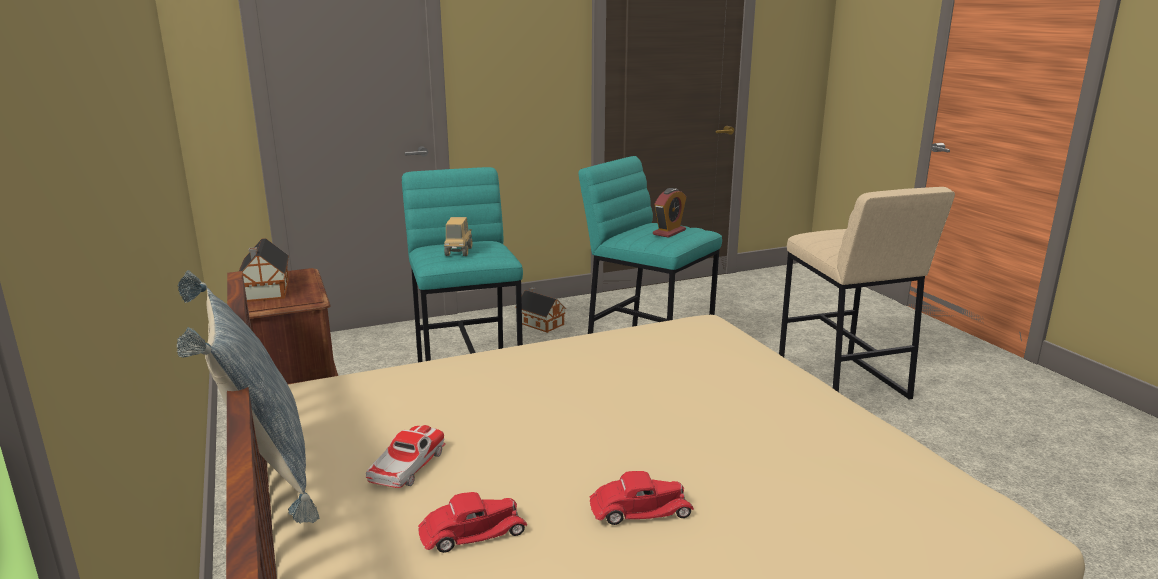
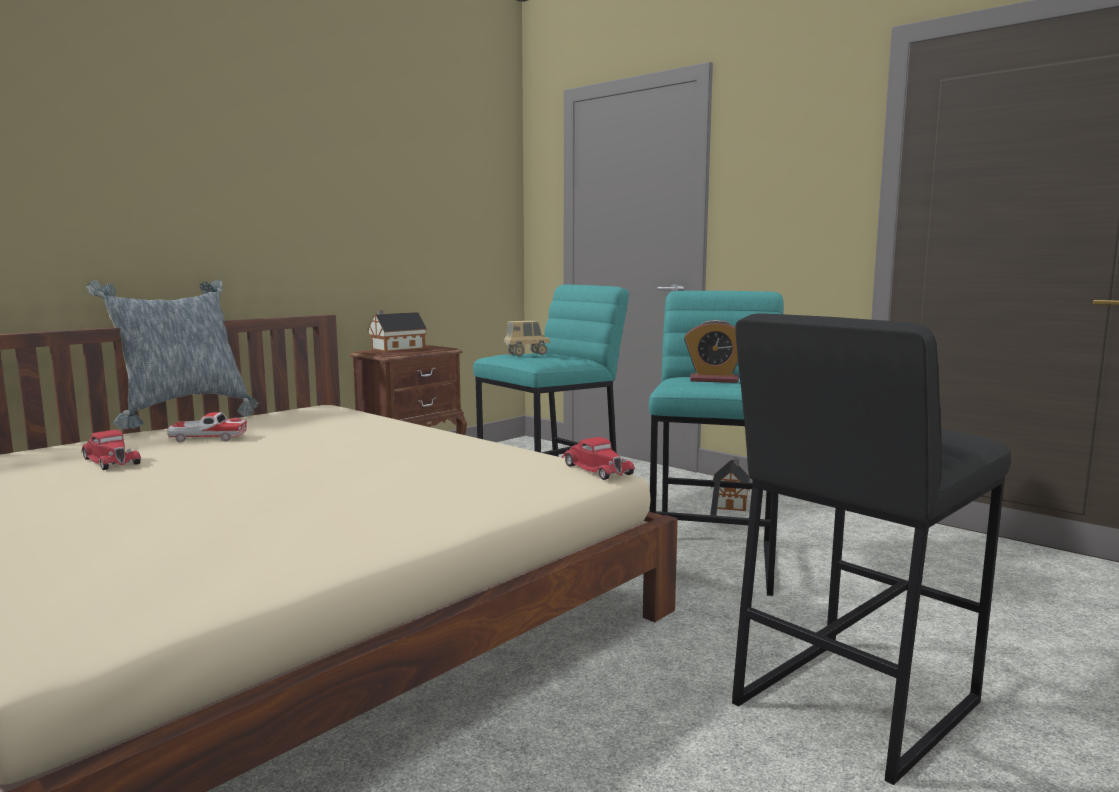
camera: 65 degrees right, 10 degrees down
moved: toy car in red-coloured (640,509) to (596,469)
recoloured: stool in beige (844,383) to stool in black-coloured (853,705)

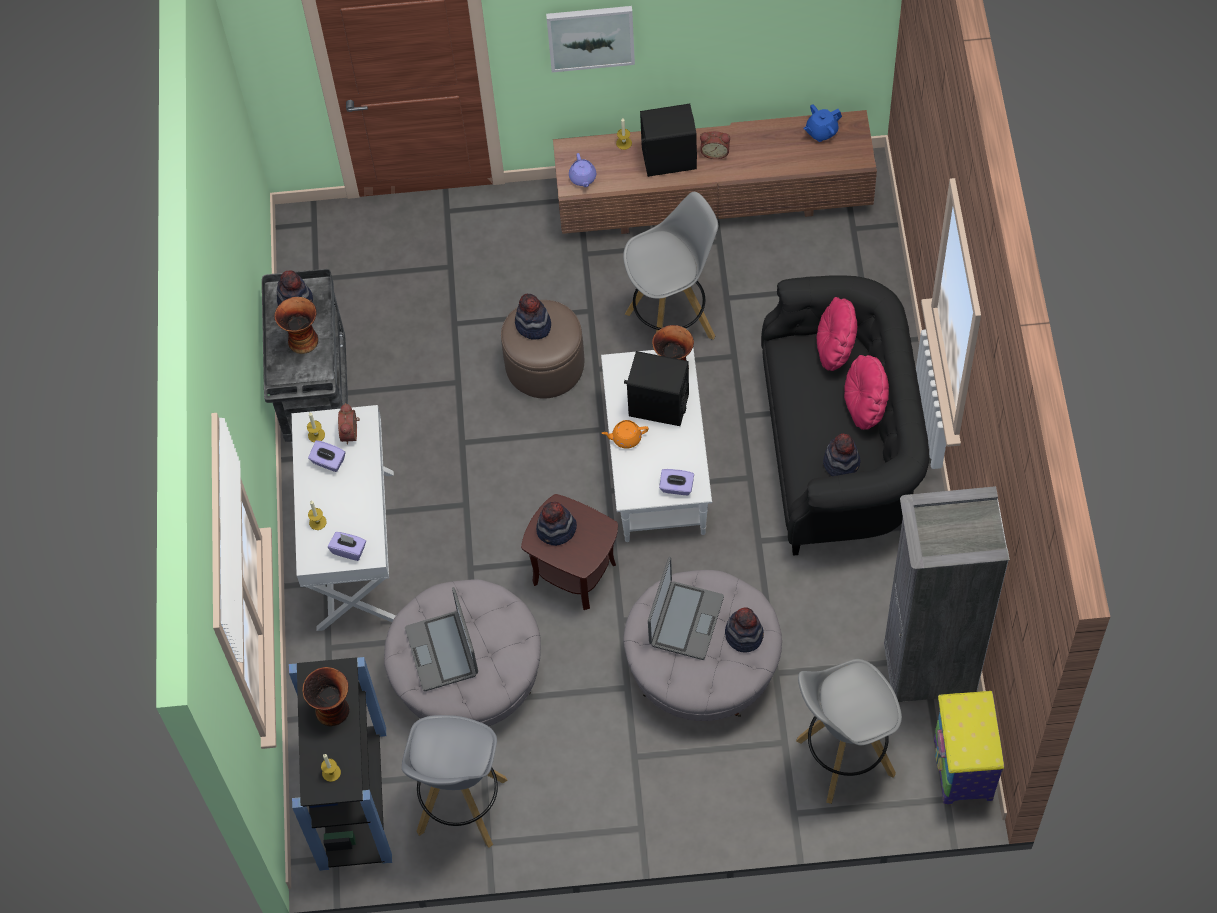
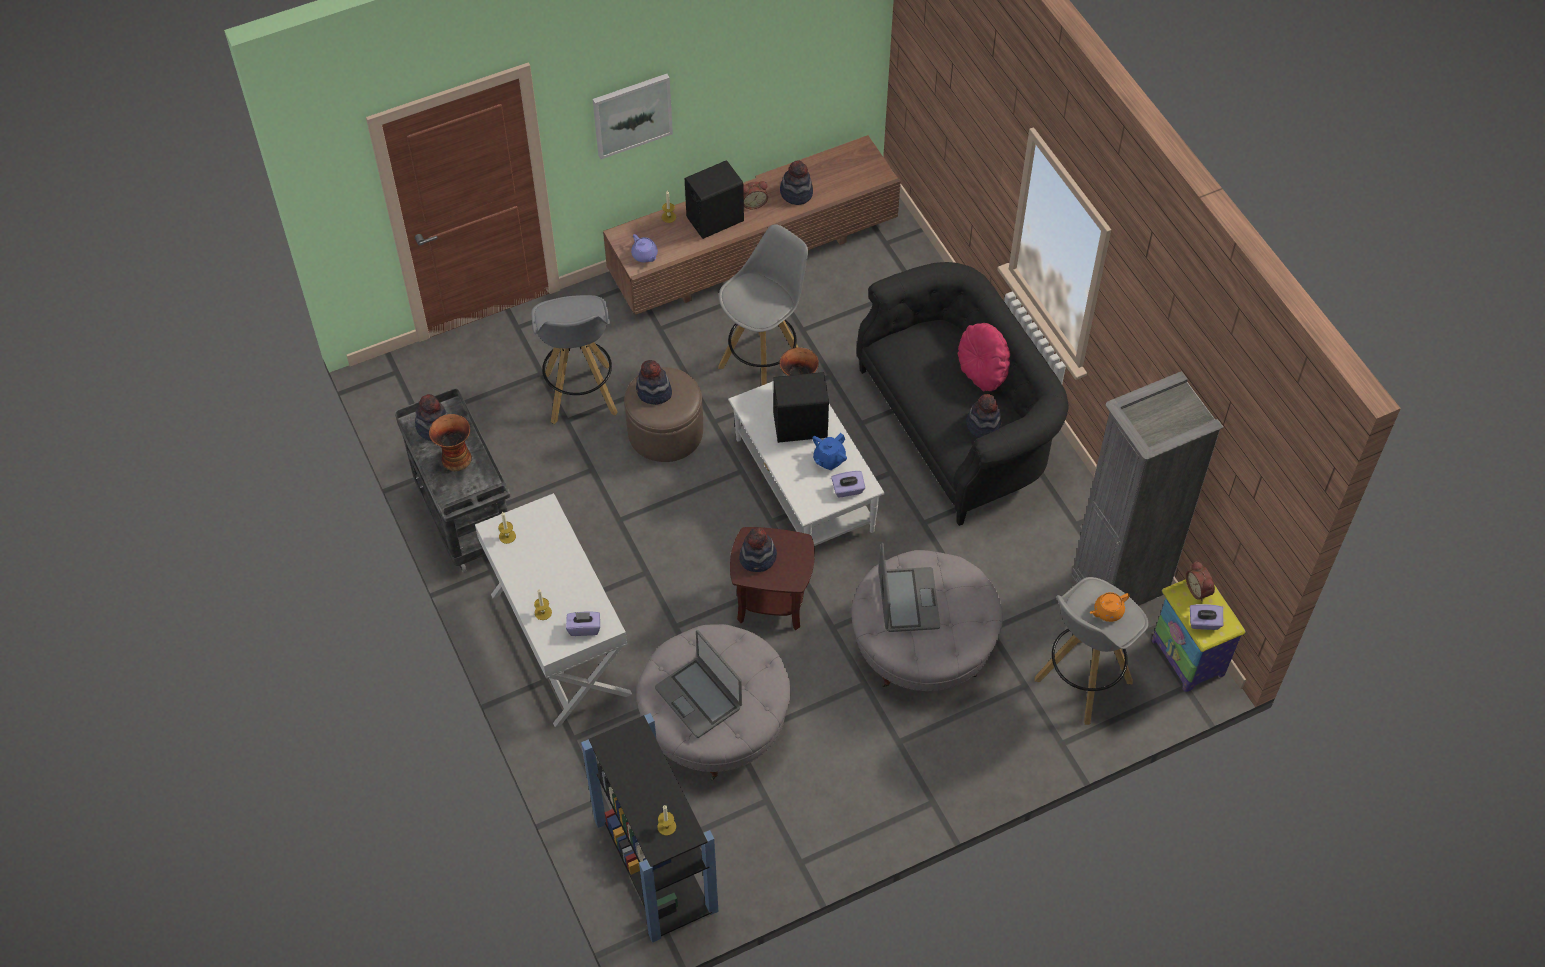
camera: 25 degrees left, 5 degrees down
removed: decorative vase (333,709); cushion in pinkish (835,350)
moved: stool in greyish (460,808) to (580,395); clothing hat (744,634) to (796,193); teapot in bluish (821,132) to (829,460); teapot in orange (626,438) to (1107,611); bedside clock (351,433) to (1199,590); tissue box in purple (328,462) to (1204,623)

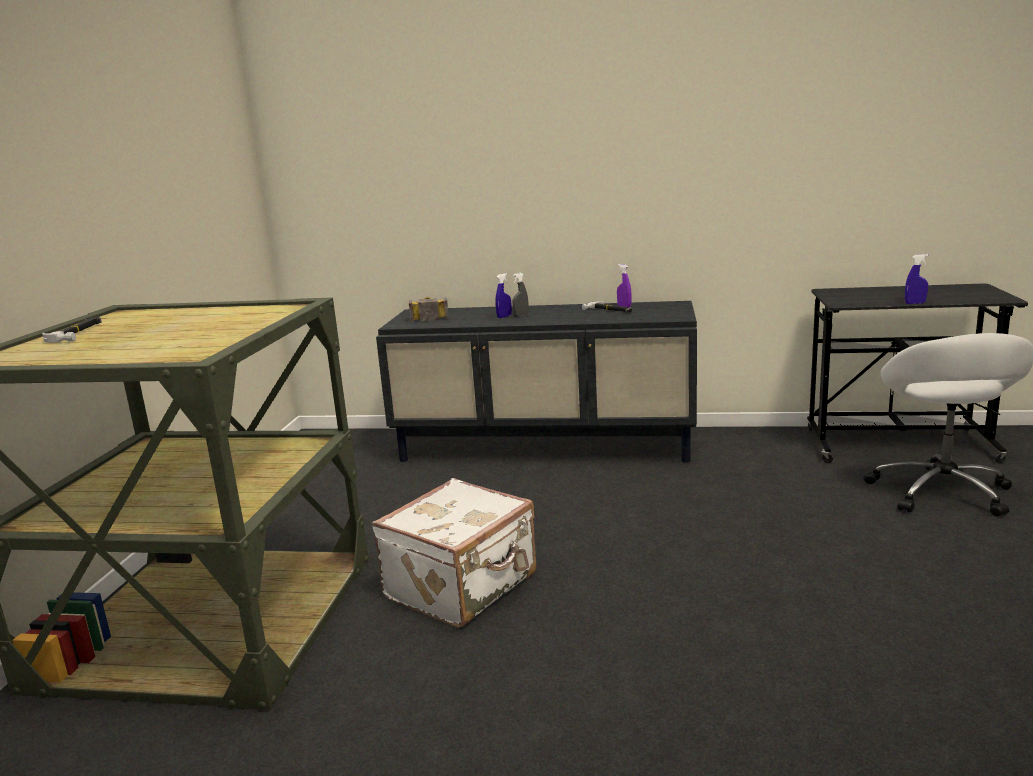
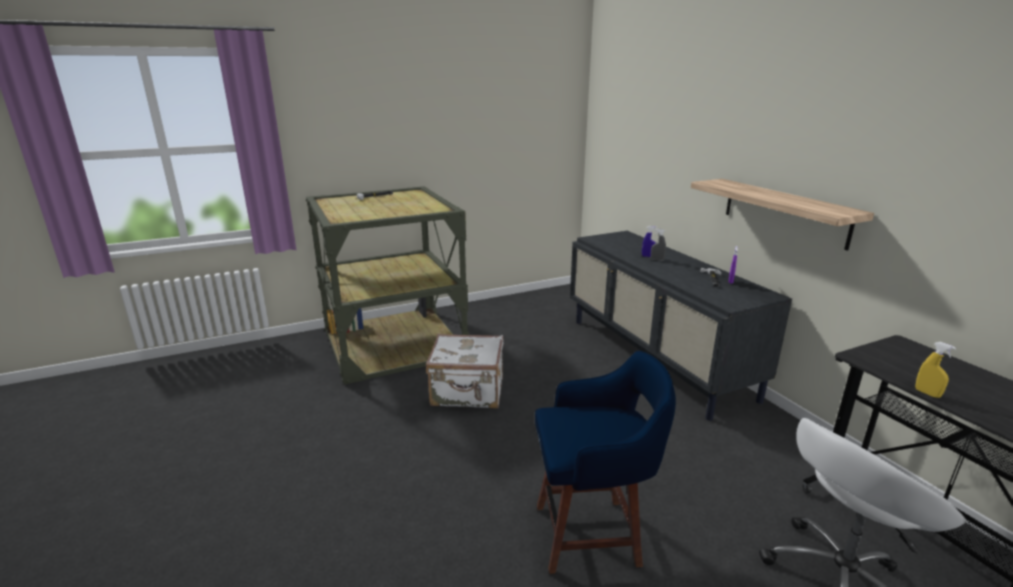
camera: 55 degrees right, 5 degrees up
removed: tool hammer (429,314)
added: stool in bluish (592,535); shelf (784,212)
recoloured: sprayer in bluish (915,303) to sprayer in yellow-coloured (927,393)

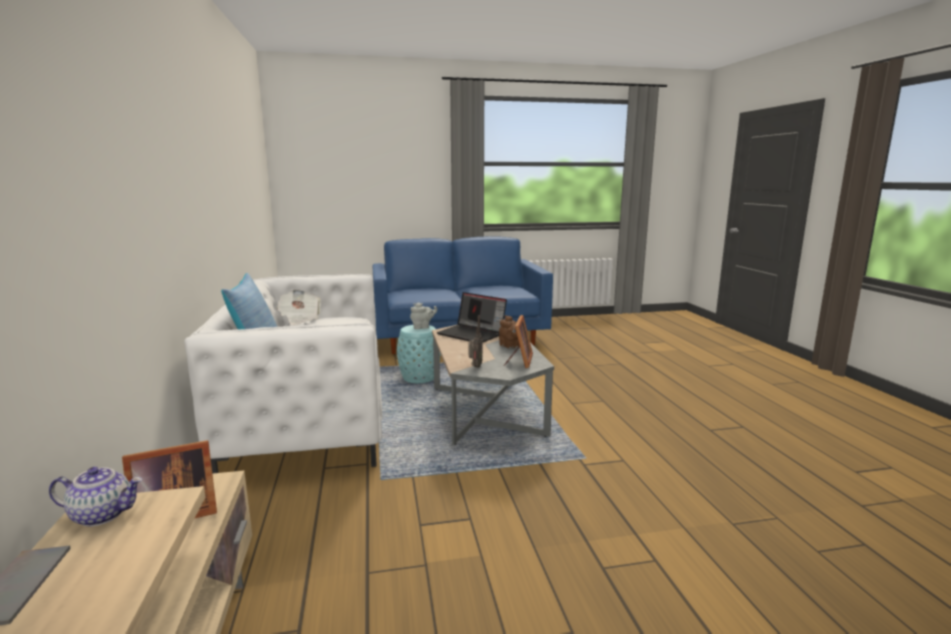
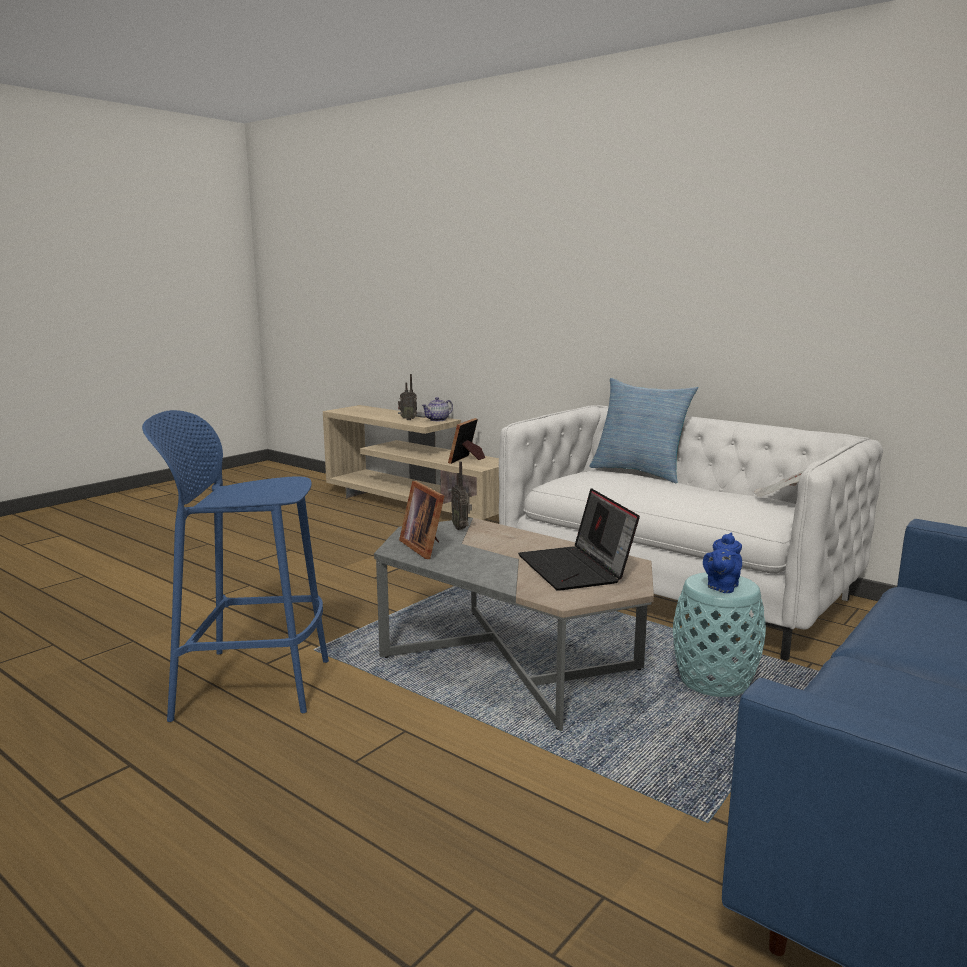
camera: 140 degrees right, 0 degrees up
removed: teapot in brown-coloured (510,346)
added: stool in bluish (251,685); radio receiver (408,419)
recoloured: teapot in greyish (422,327) to teapot in bluish (721,587)
turned: notebook computer (472,334) = (576,569) 105 degrees counterclockwise

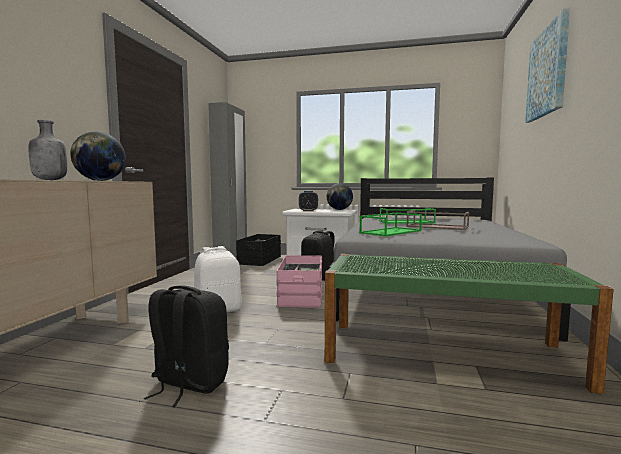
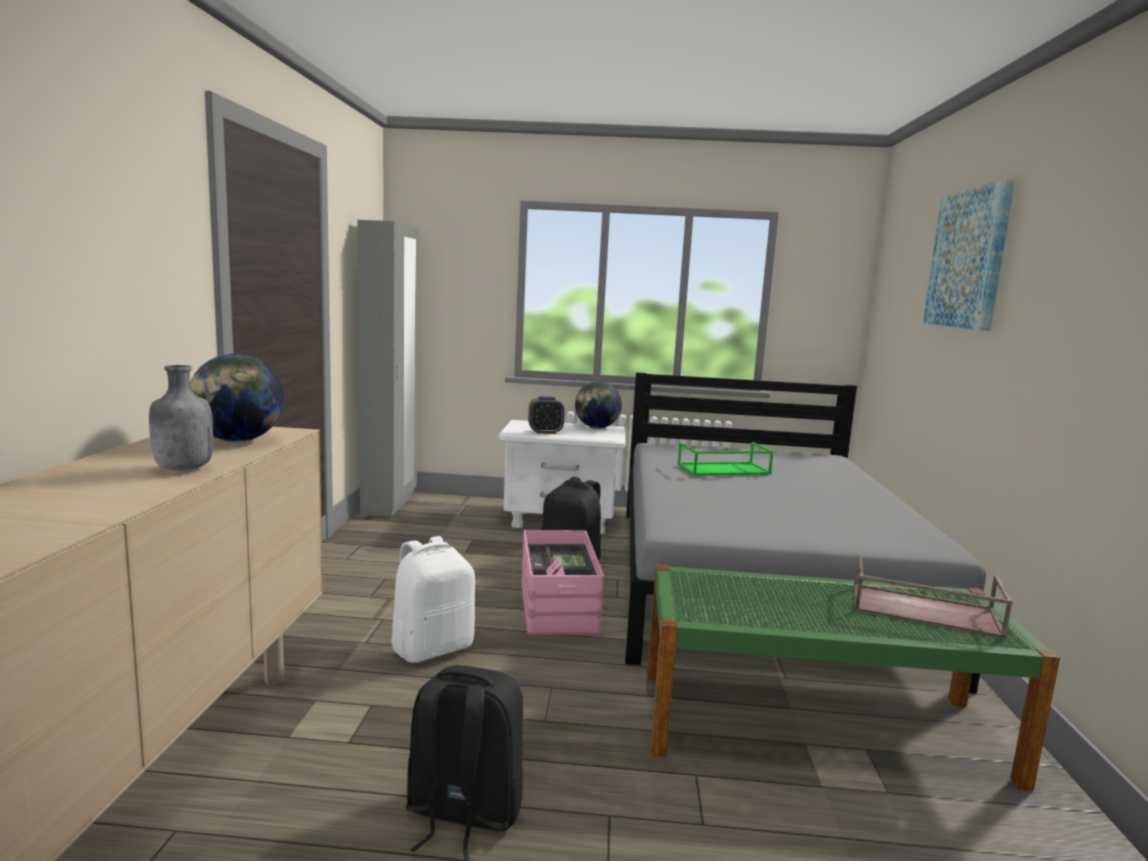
camera: 10 degrees left, 5 degrees up
removed: storage container in black-coloured (260,260); serving tray in green (390,231)
moved: serving tray in brown-coloured (436,227) to (922,610)

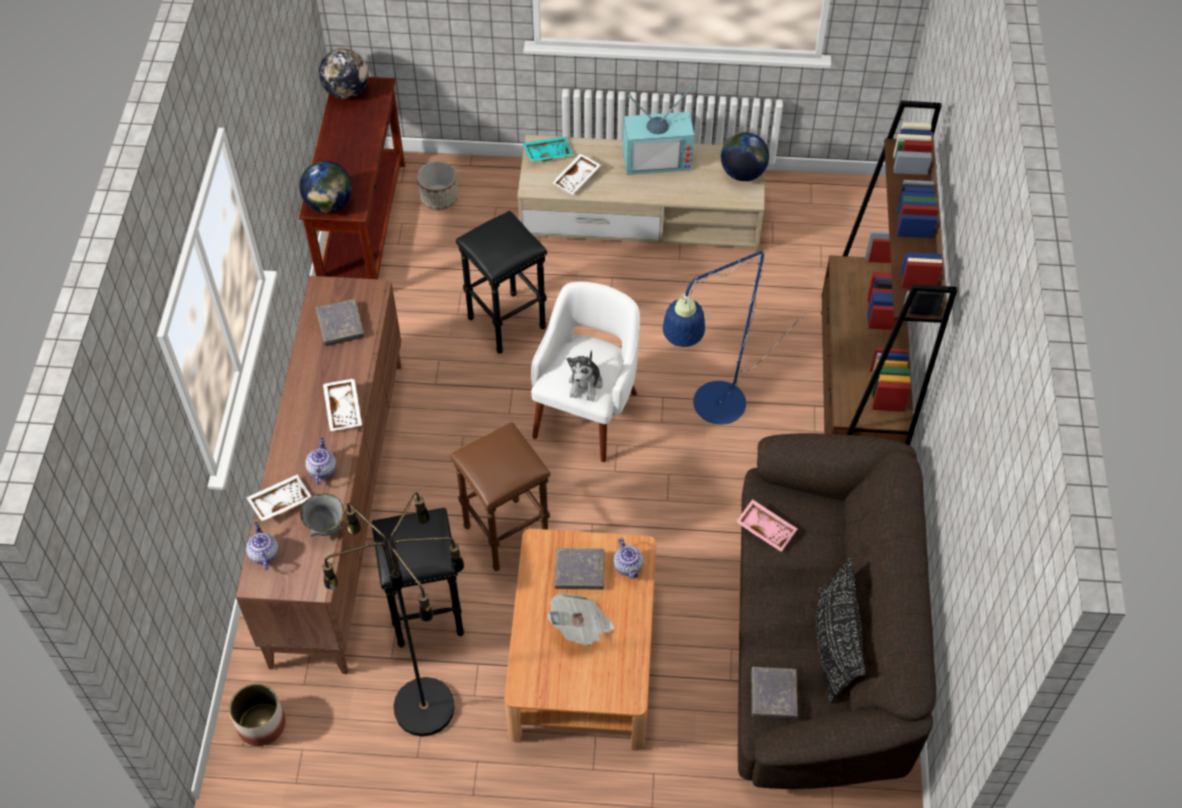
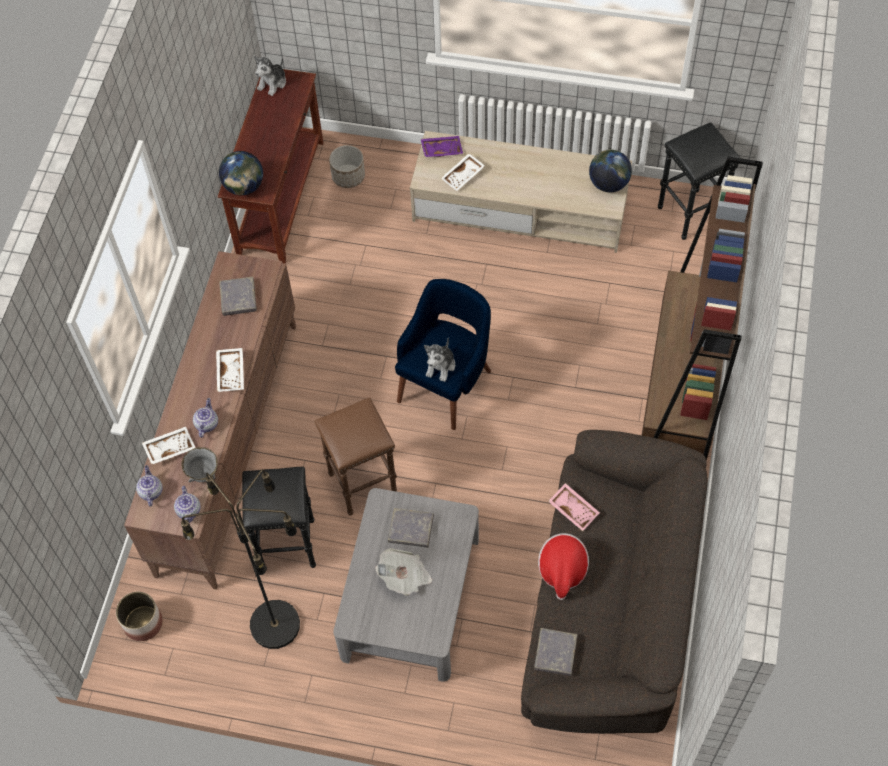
camera: 10 degrees right, 5 degrees up
removed: TV (657,157); standing lamp in bluish (711,412); cushion in black-coloured (834,645)
added: clothing hat (562,570)
moved: teapot (628,567) to (189,511); stool in black-coloured (506,324) to (689,215)
replaced: desk globe (347,92) to soft toy (272,83)
recoloured: low table in brown-coloured (583,657) to low table in greyish (411,597); easy chair in white-coloured (587,412) to easy chair in bluish (446,384); serving tray in blue-green (547,153) to serving tray in purple (441,149)

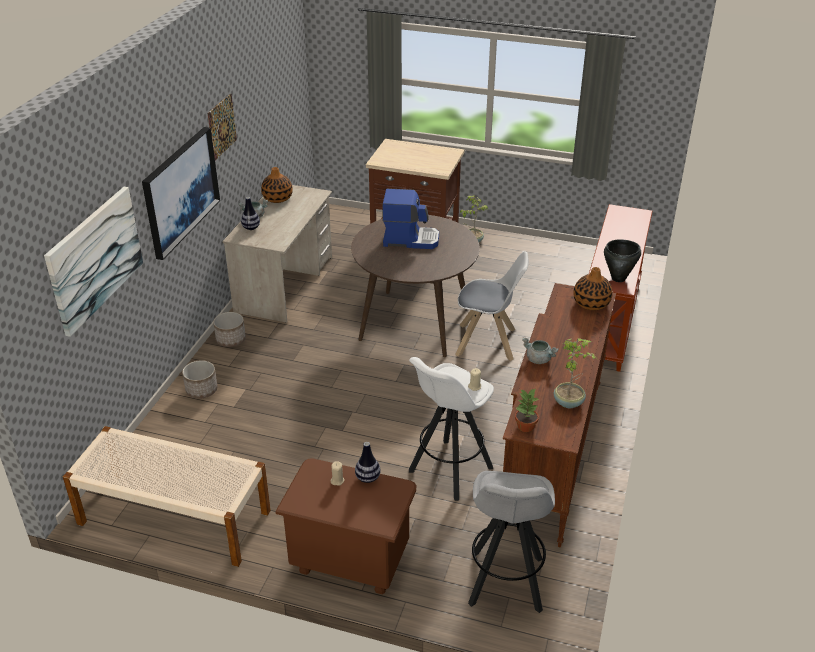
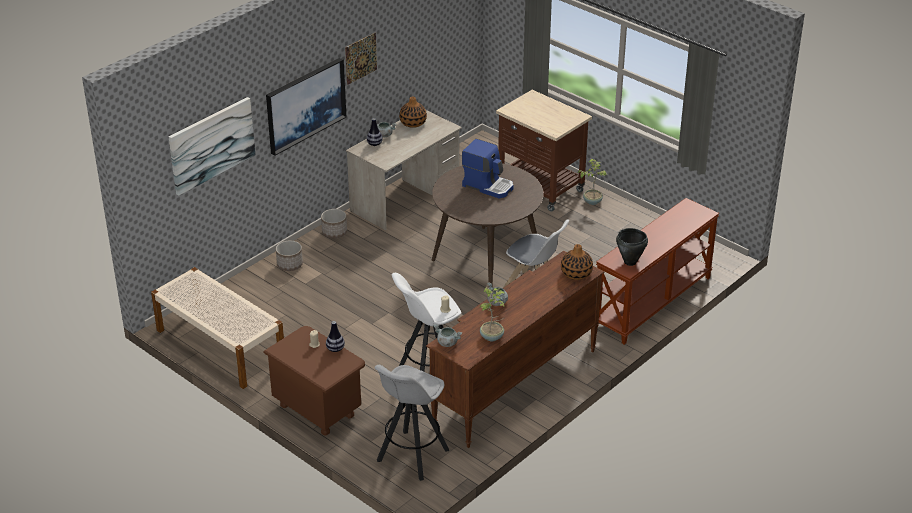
camera: 25 degrees right, 0 degrees up
replaced: houseplant (525,426) to saucepot in greyish (447,343)

